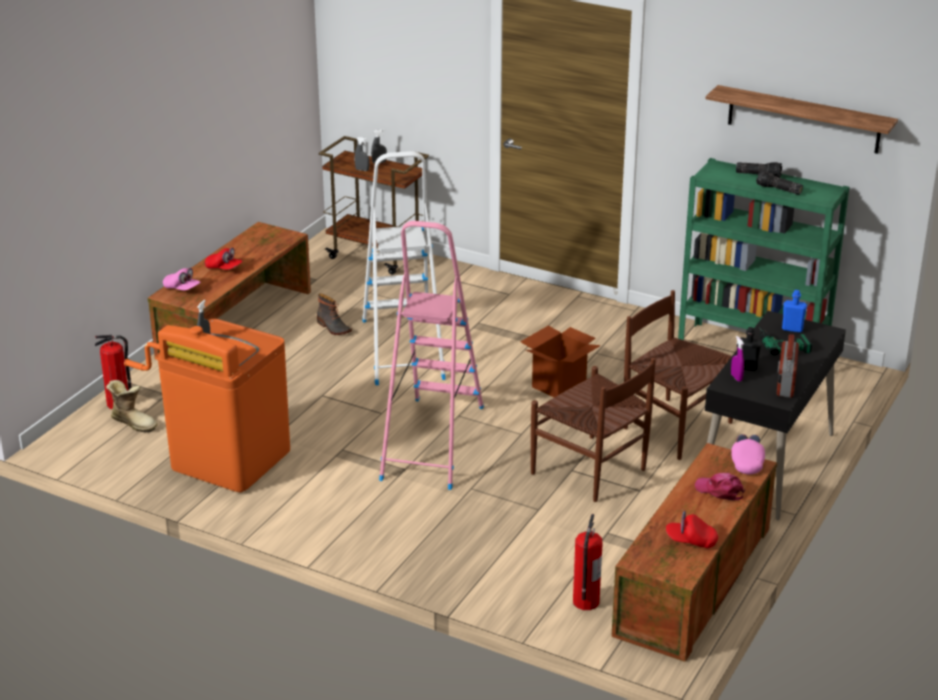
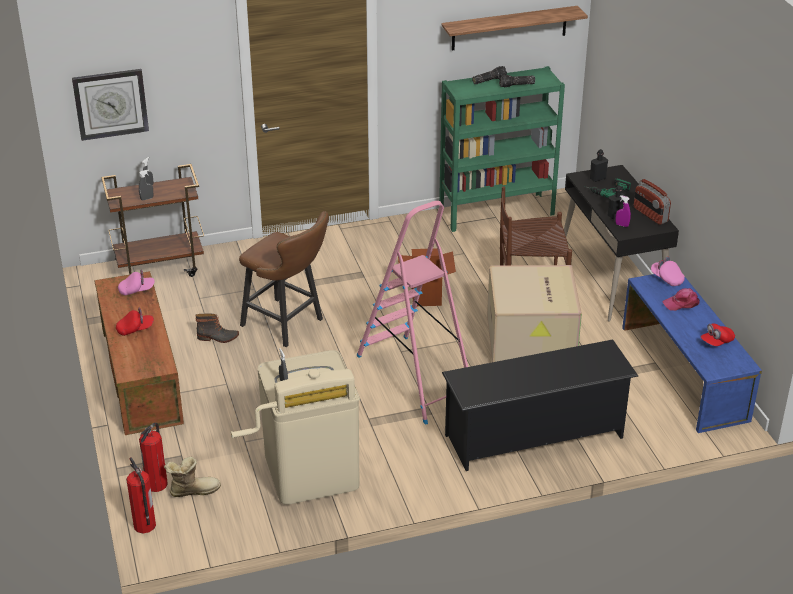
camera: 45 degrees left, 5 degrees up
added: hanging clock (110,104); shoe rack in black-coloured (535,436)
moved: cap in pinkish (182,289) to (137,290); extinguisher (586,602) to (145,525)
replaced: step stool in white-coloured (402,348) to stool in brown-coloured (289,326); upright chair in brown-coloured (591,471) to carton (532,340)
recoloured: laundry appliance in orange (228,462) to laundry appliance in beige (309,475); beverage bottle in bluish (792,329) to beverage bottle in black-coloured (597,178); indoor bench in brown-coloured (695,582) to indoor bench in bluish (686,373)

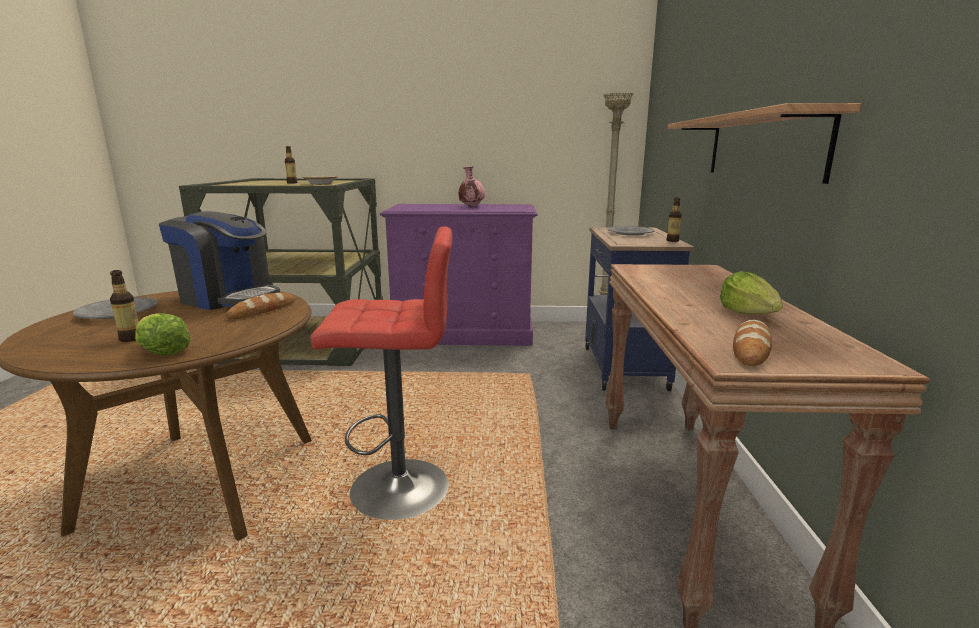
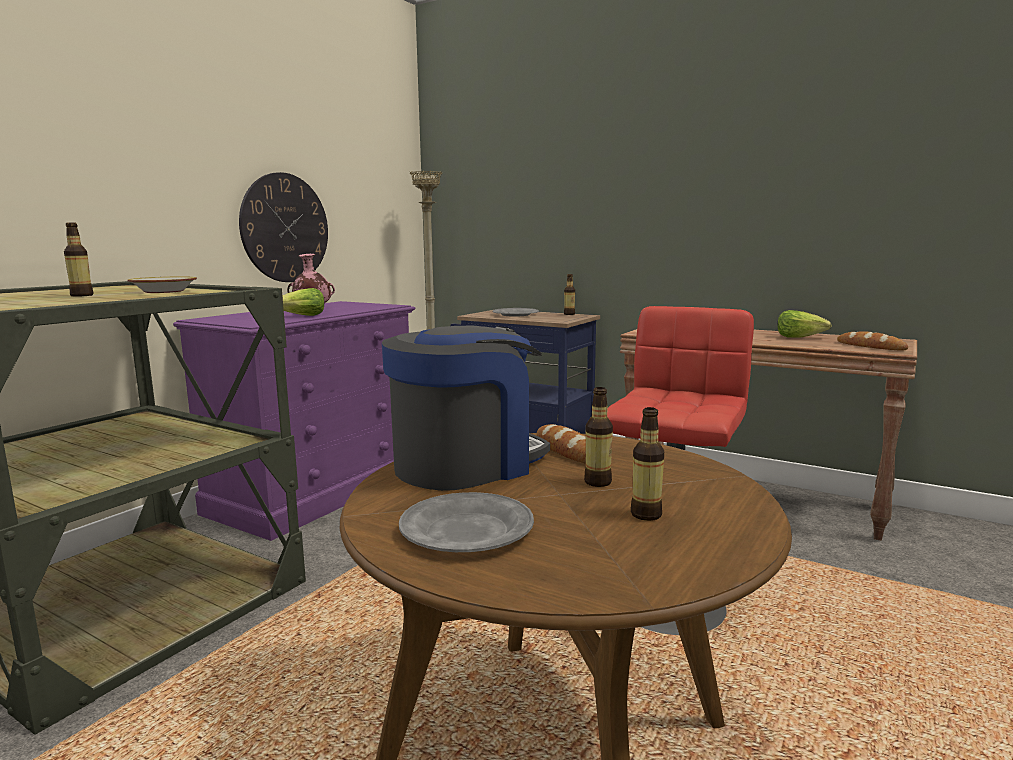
camera: 60 degrees left, 5 degrees down
removed: shelf (761,147)
added: hanging clock (285,228); beverage bottle (597,482)
moved: lettuce head (162,351) to (302,316)

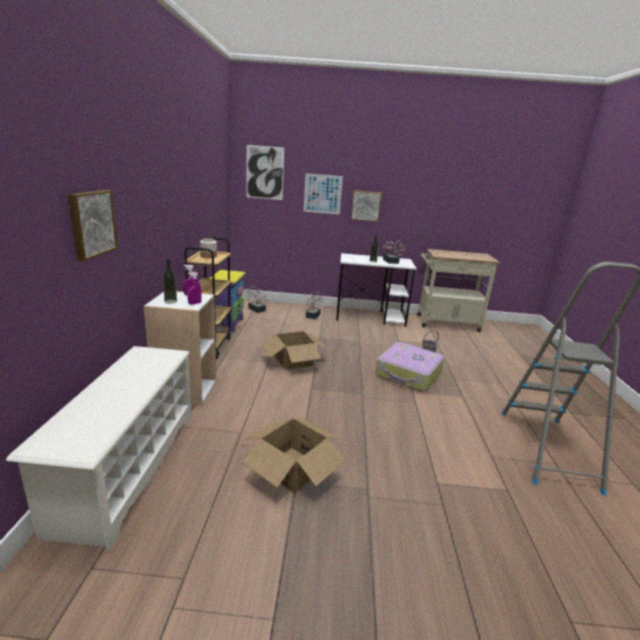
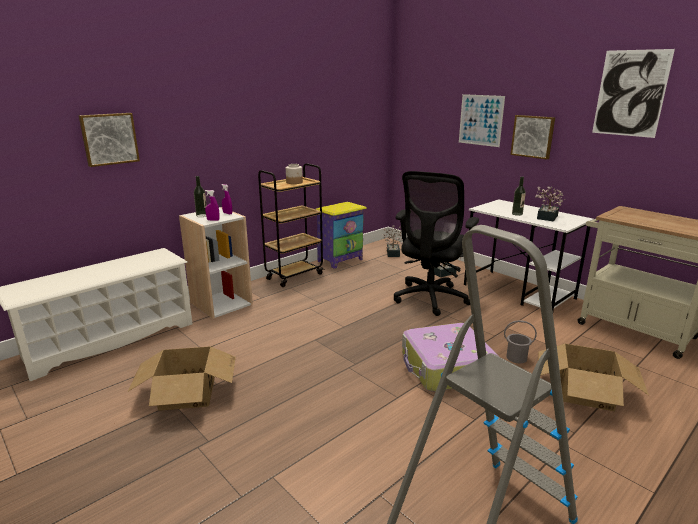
camera: 45 degrees right, 0 degrees up
added: computer chair in black-coloured (430,296)
moved: carton (293,360) to (585,391); wall picture (264,172) to (630,93)

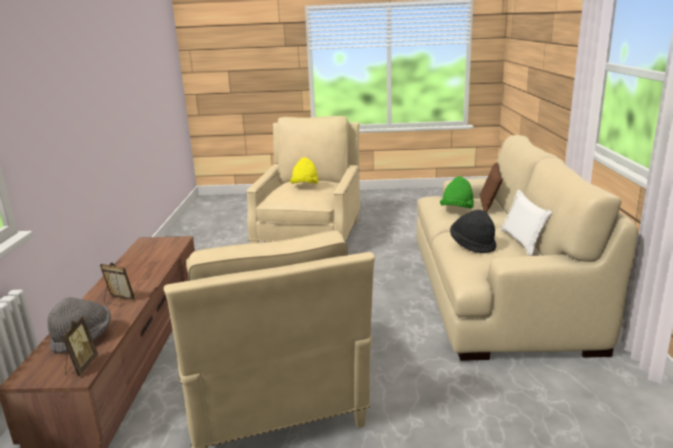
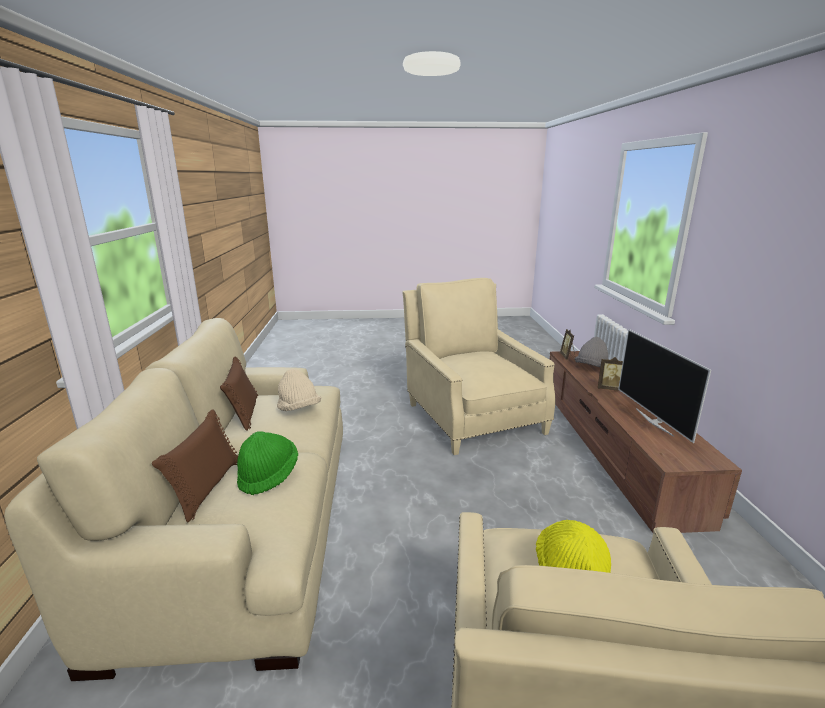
camera: 175 degrees right, 0 degrees up
added: TV (654,422)
recoloured: cushion in white-coloured (522,242) to cushion in brown-coloured (243,413); clothing hat in black-coloured (473,245) to clothing hat in beige (299,409)

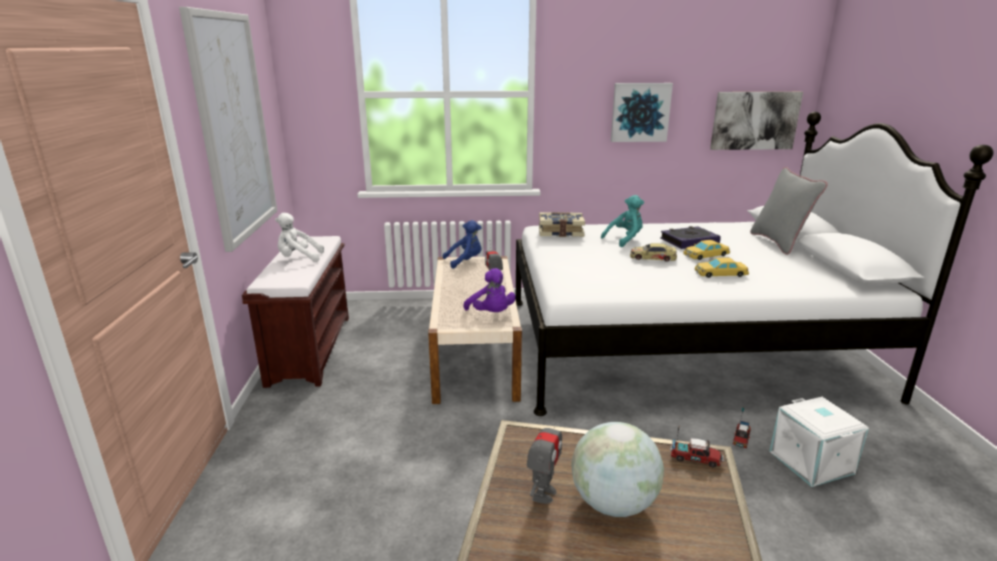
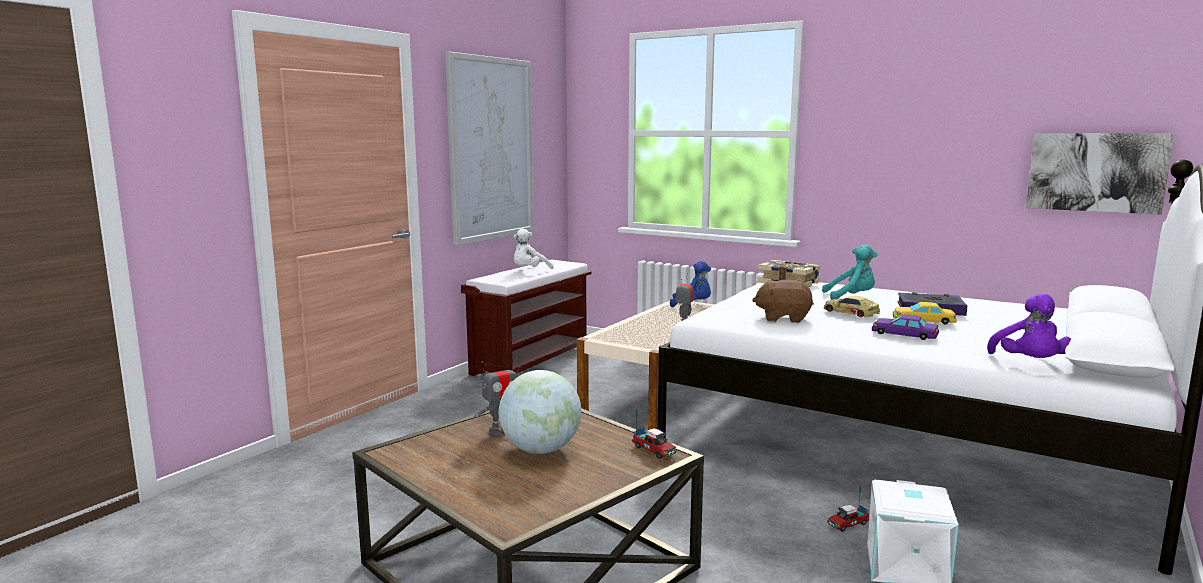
camera: 35 degrees right, 10 degrees down
removed: wall picture (640,112); cushion in greyish (779,243)
added: soft toy in brown-coloured (783,318)
moved: soft toy in purple (491,314) to (1029,363)
recoloured: toy car in yellow-coloured (720,273) to toy car in purple (904,334)
turned: soft toy in white-coloured (298,259) = (529,271) 75 degrees counterclockwise

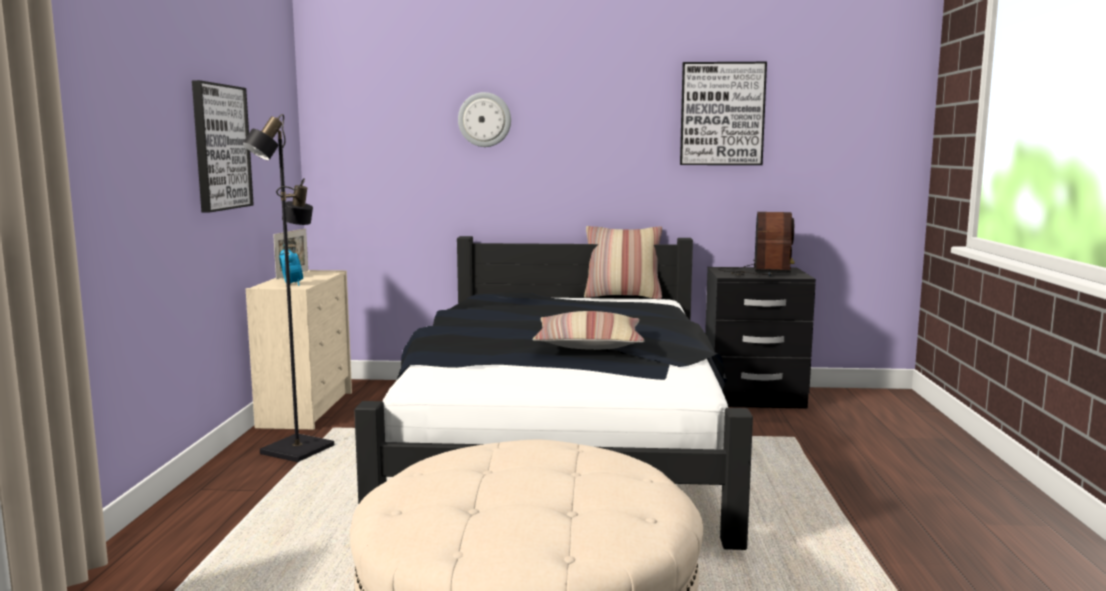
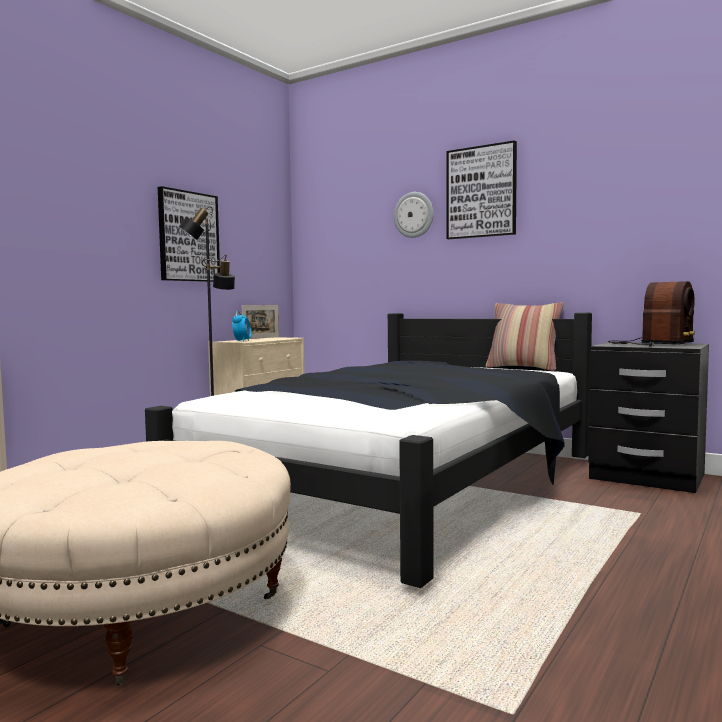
camera: 30 degrees right, 5 degrees down
removed: cushion (589,344)
moved: wall picture (722,114) to (481,192)

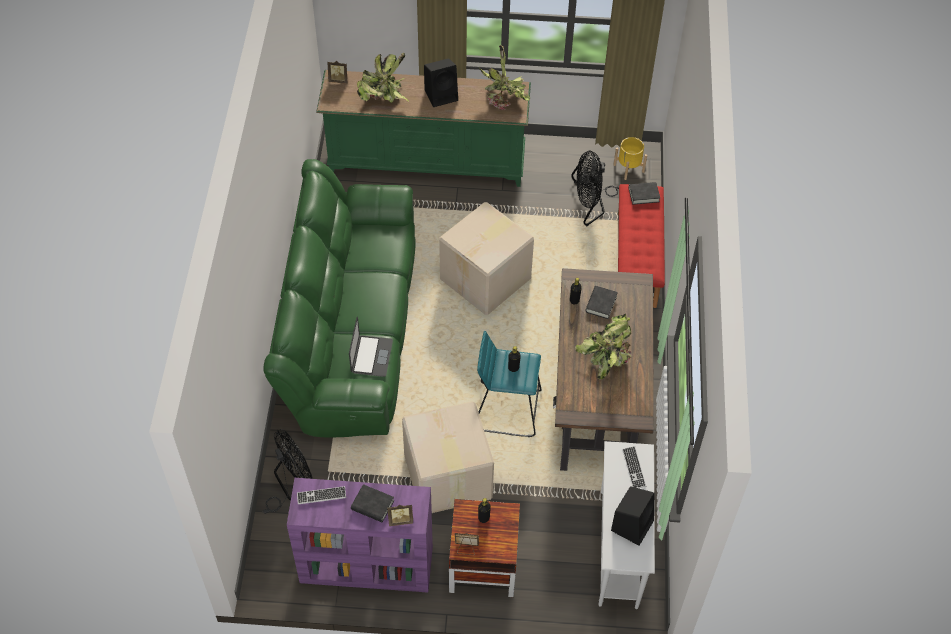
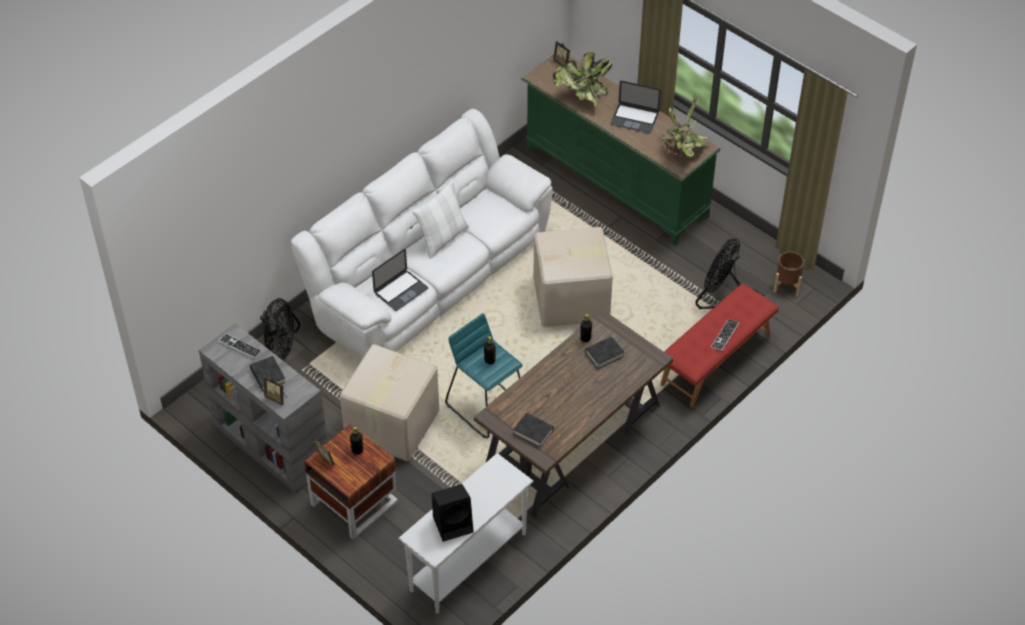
camera: 40 degrees right, 5 degrees down
removed: houseplant (606,357)
added: cushion in white-coloured (442,238)
moved: book in black-coloured (643,195) to (533,432); PC keyboard (633,468) to (725,335)
replaced: loudspeaker in black-coloured (442,94) to notebook computer (634,118)
recoloured: bookcase in purple (366,566) to bookcase in greyish (271,446); sofa in green (351,328) to sofa in white-coloured (428,273); plant pot in yellow-coloured (628,168) to plant pot in brown-coloured (787,284)

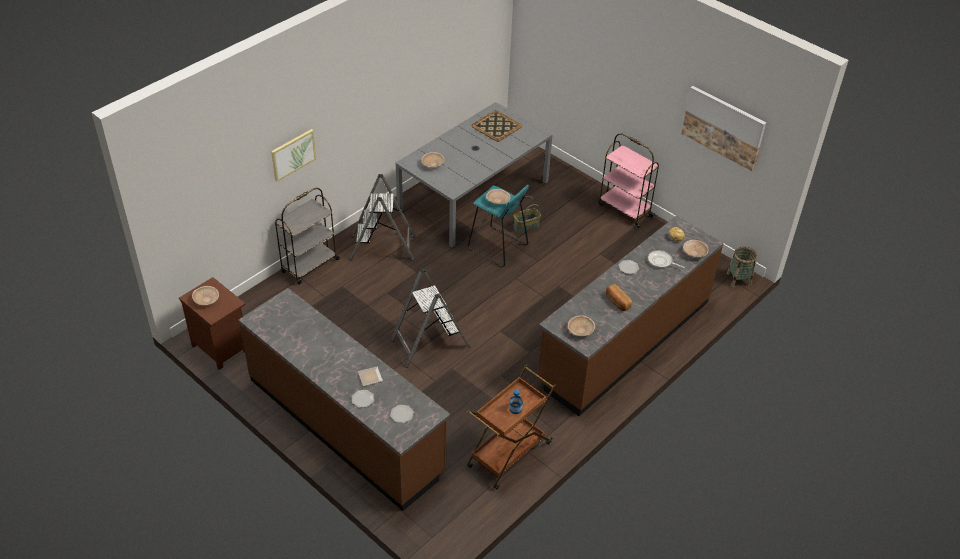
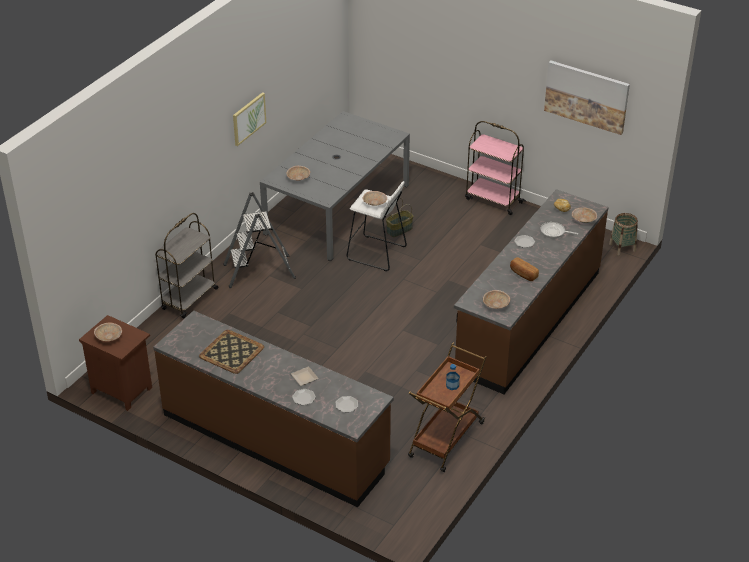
camera: 10 degrees left, 5 degrees down
removed: step stool in greyish (429,343)
moved: serving tray (496,126) to (231,352); wall picture (293,154) to (248,118)
recoloured: stool in blue-green (498,247) to stool in white-coloured (377,253)

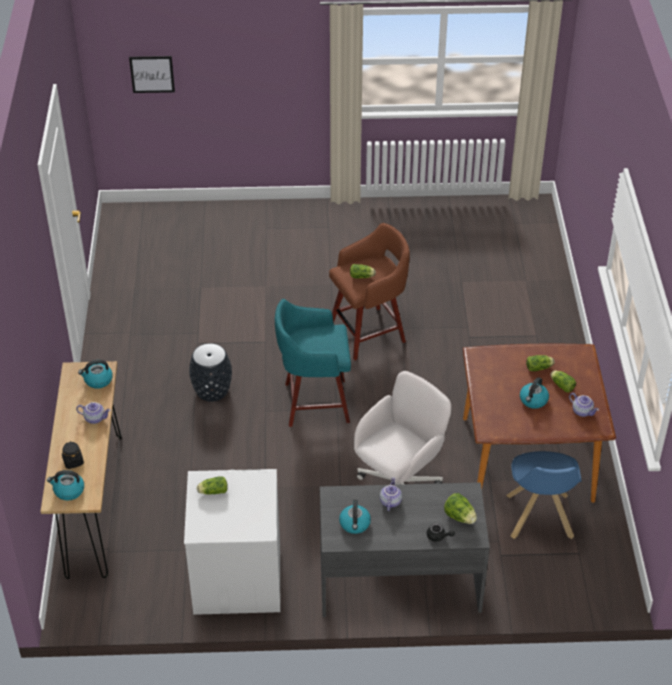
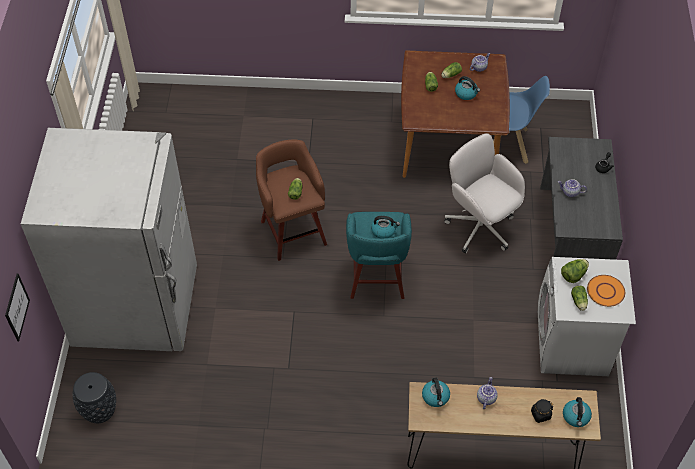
camera: 85 degrees left, 10 degrees up
added: refrigerator in white-coloured (136,304); dinner plate in orange (605,291)
moved: stool in black-coloured (212,390) to (99,409); tea kettle (355,524) to (384,230); lettuce head (460,517) to (573,275)

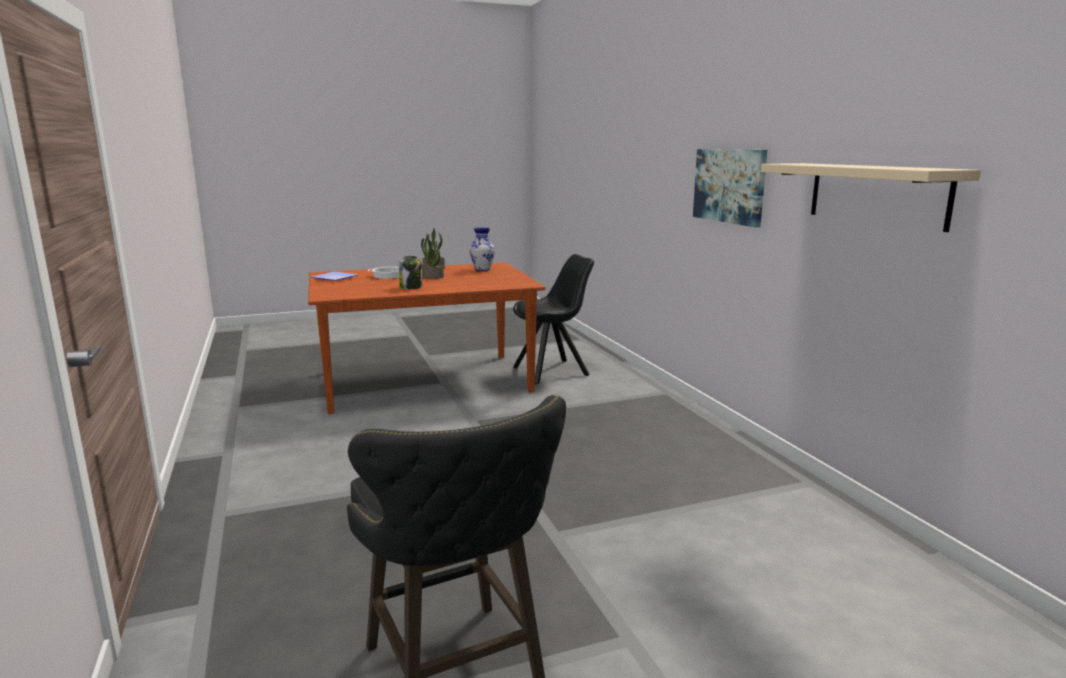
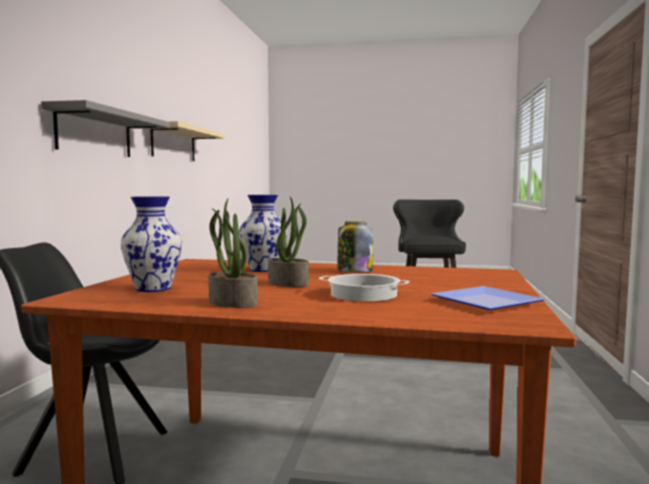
camera: 150 degrees left, 10 degrees down
added: decorative vase (264,269)
replaced: wall picture (729,186) to shelf in greyish (95,133)

